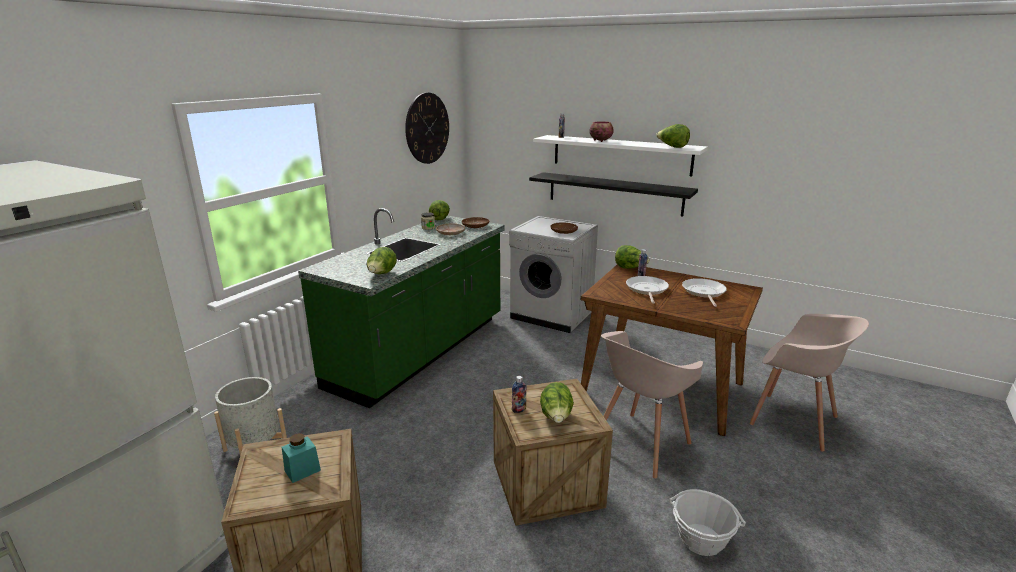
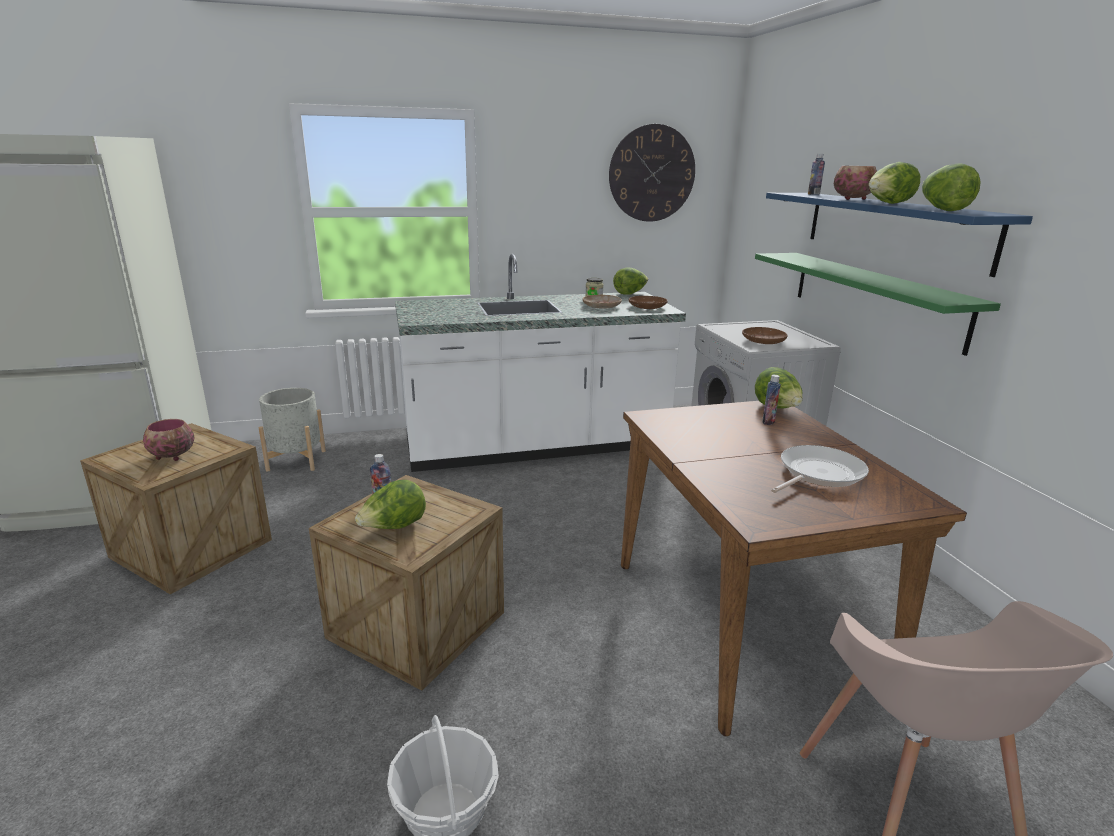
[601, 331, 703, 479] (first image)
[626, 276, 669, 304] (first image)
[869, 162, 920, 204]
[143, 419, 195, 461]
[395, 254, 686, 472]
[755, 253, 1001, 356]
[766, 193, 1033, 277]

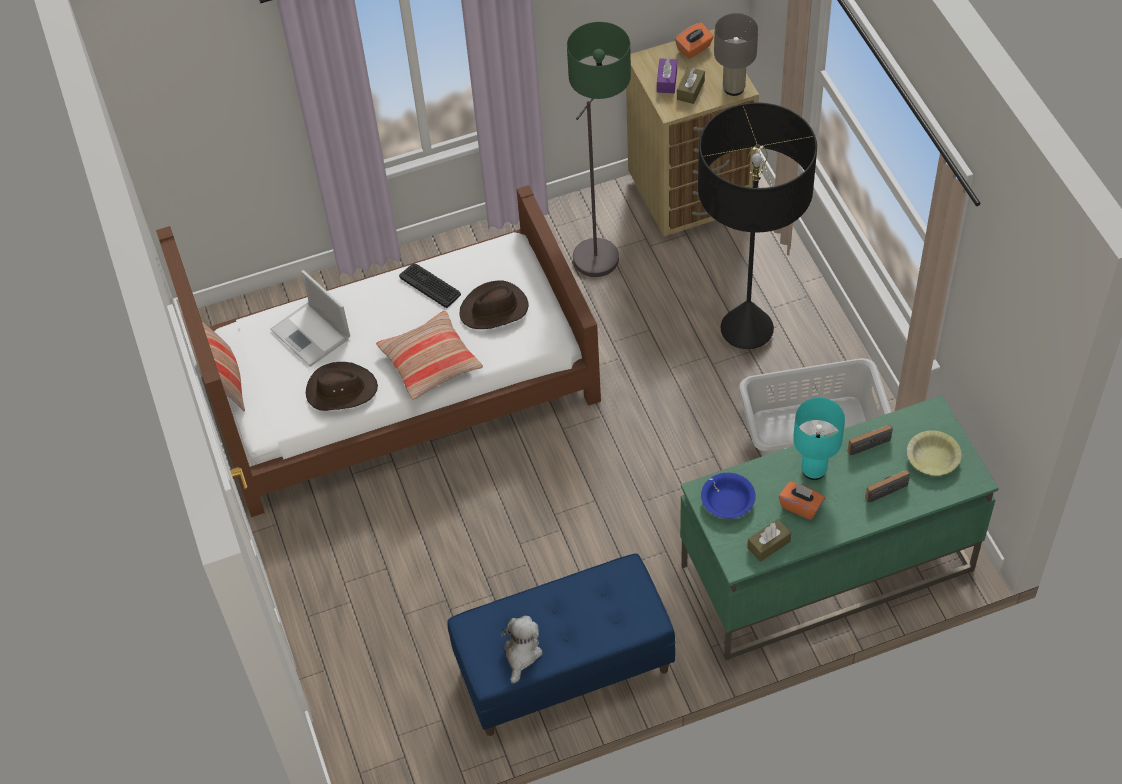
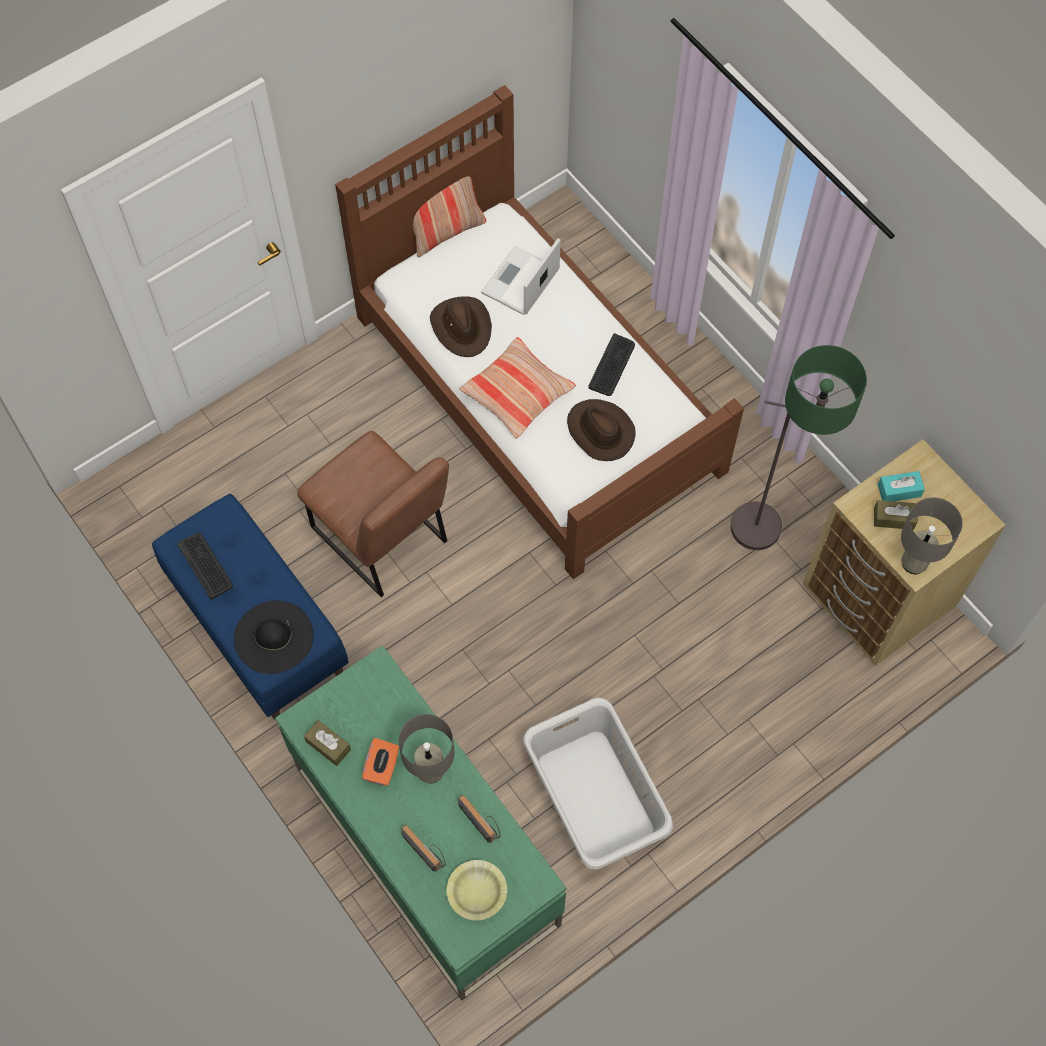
[675, 22, 714, 59] (first image)
[698, 103, 817, 349] (first image)
[701, 473, 756, 519] (first image)
[234, 601, 313, 674]
[297, 431, 449, 597]
[177, 533, 233, 600]
[878, 471, 925, 501]
[399, 714, 454, 784]

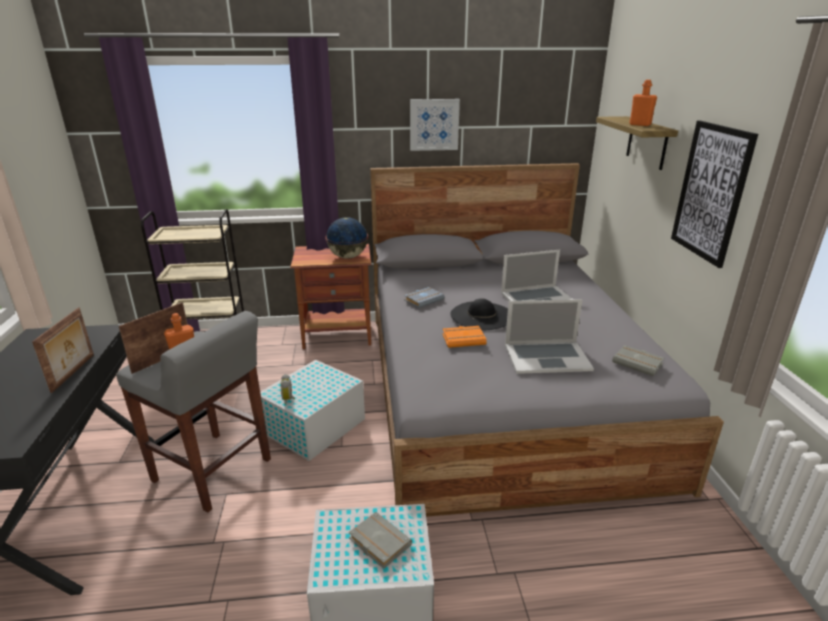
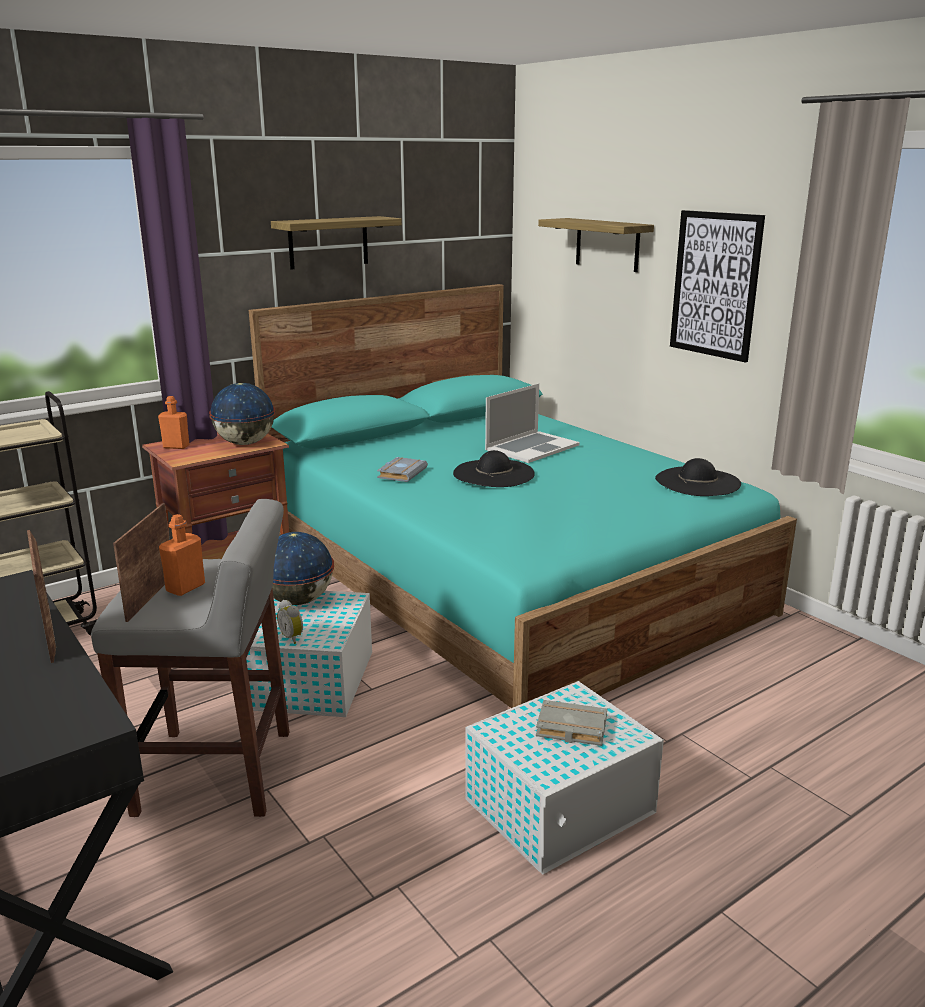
[442, 326, 487, 348] (first image)
[505, 299, 594, 374] (first image)
[272, 532, 334, 605]
[158, 396, 189, 449]
[271, 216, 402, 270]
[655, 458, 741, 496]
[249, 284, 797, 708]

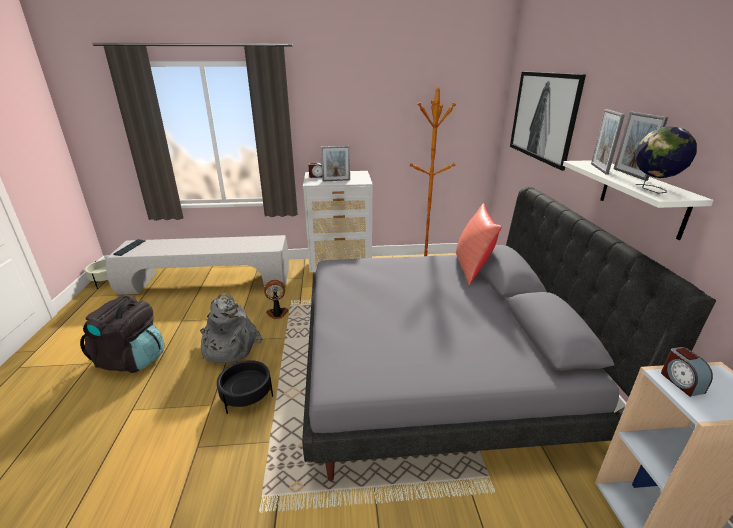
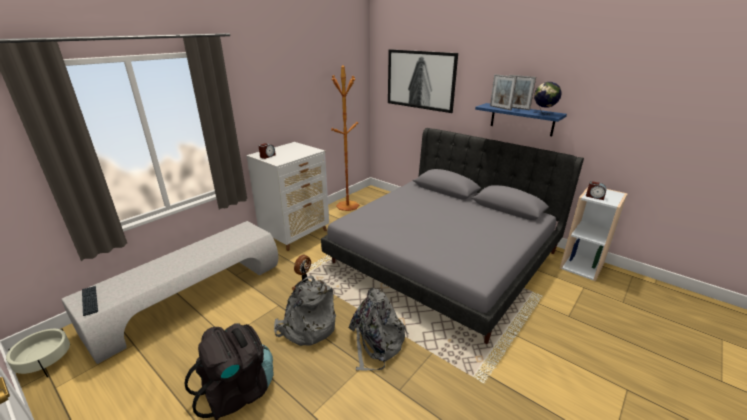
[321, 146, 350, 182] (first image)
[456, 203, 502, 285] (first image)
[349, 288, 409, 370]
[475, 103, 567, 136]

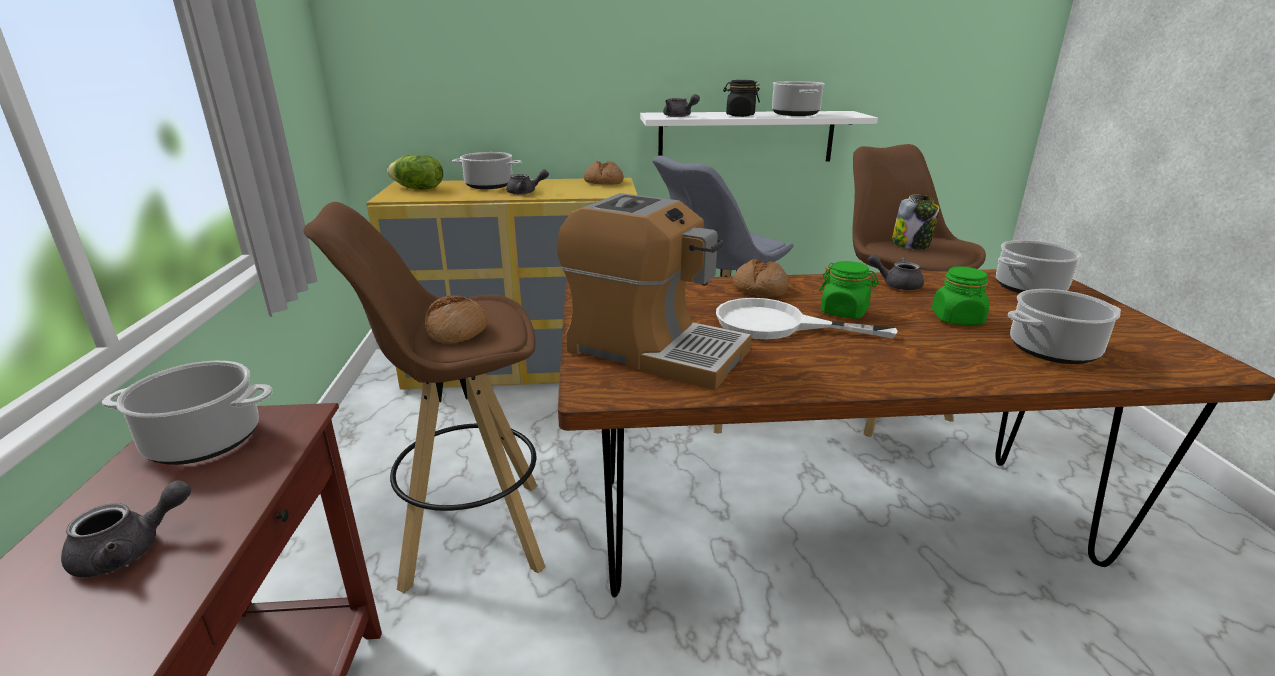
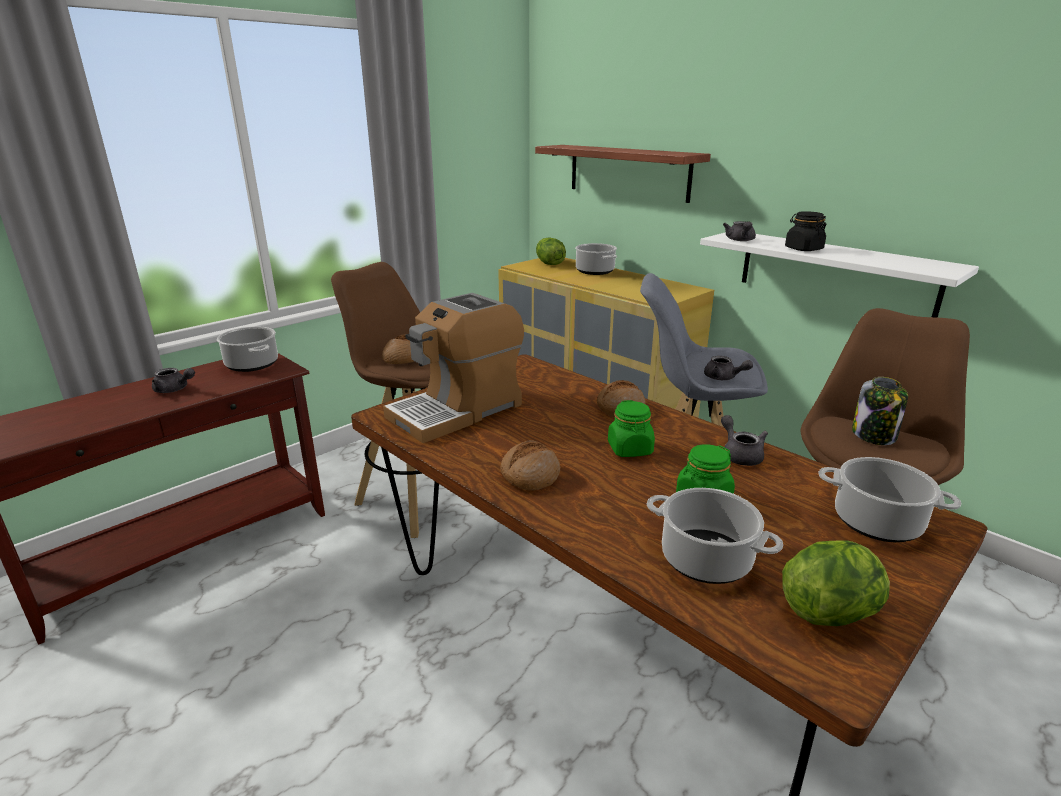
[716, 298, 897, 339] (first image)
[772, 81, 825, 116] (first image)
[535, 145, 711, 203]
[782, 540, 890, 626]
[704, 356, 753, 380]
[500, 441, 560, 490]
[383, 293, 524, 443]

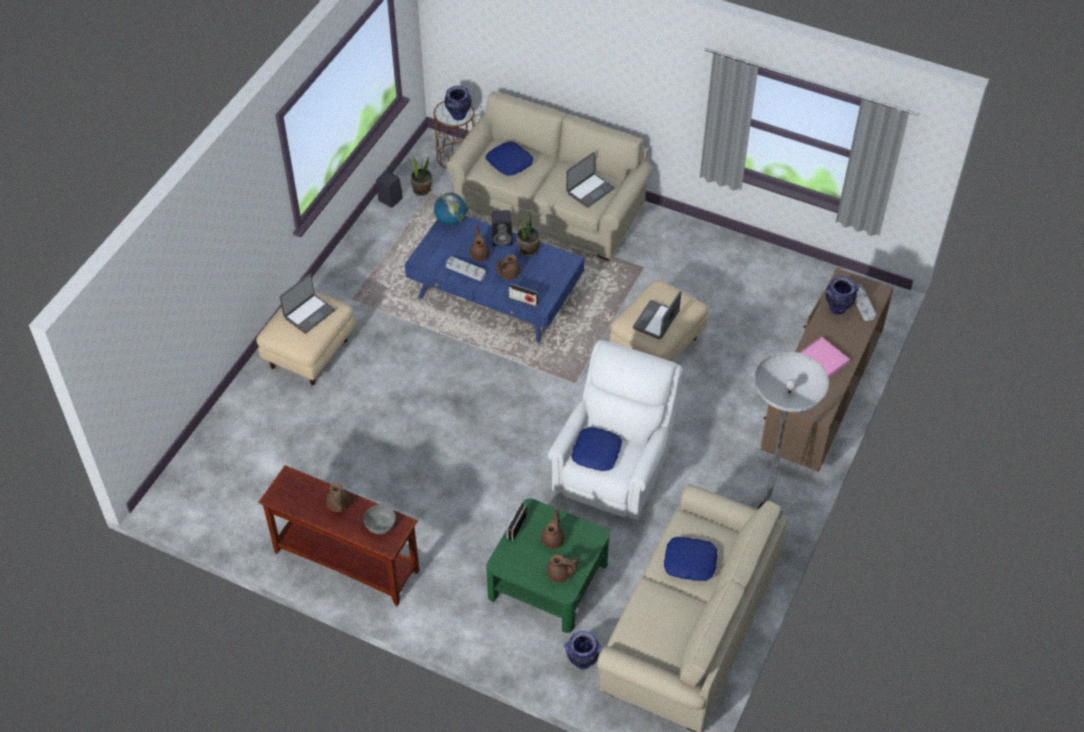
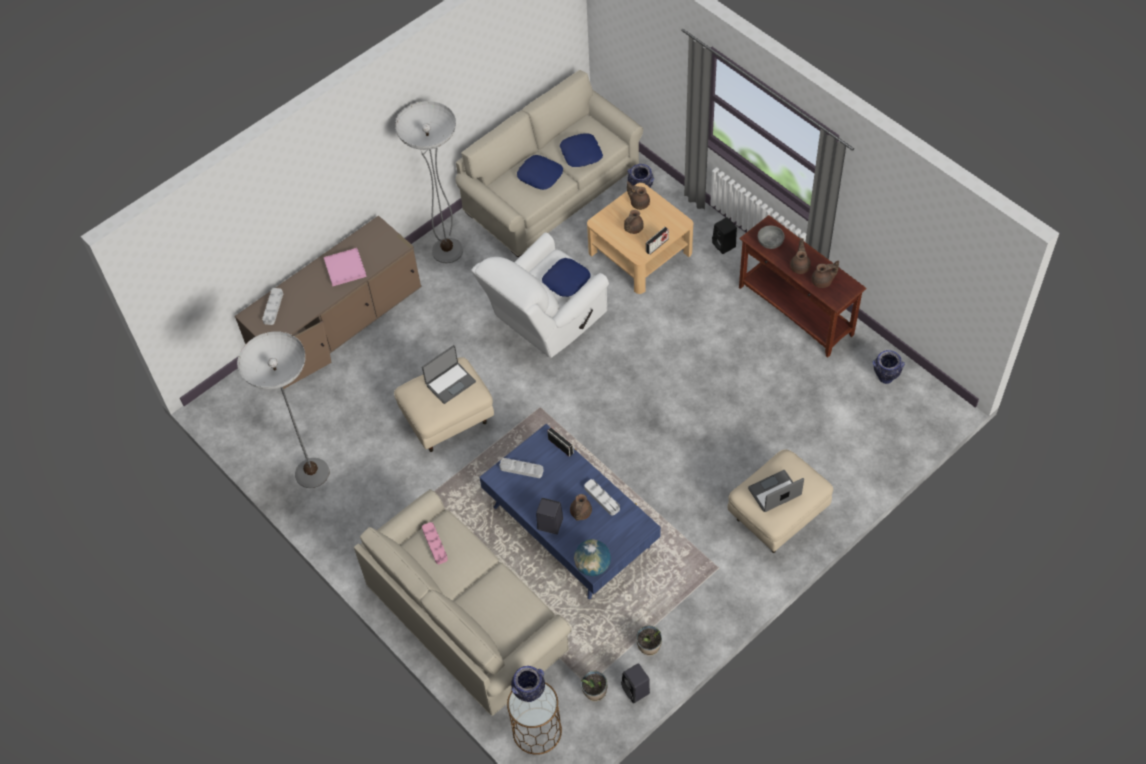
[237, 331, 329, 488]
[499, 458, 544, 478]
[712, 217, 737, 254]
[560, 134, 603, 167]
[812, 260, 839, 288]
[636, 625, 662, 656]
[873, 350, 905, 384]
[422, 522, 448, 564]
[587, 183, 693, 294]

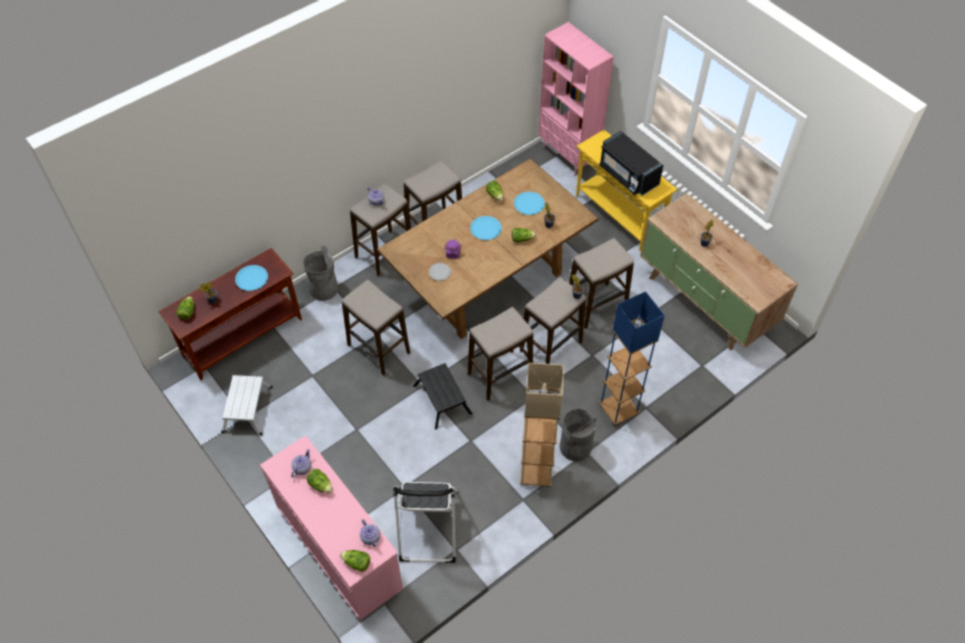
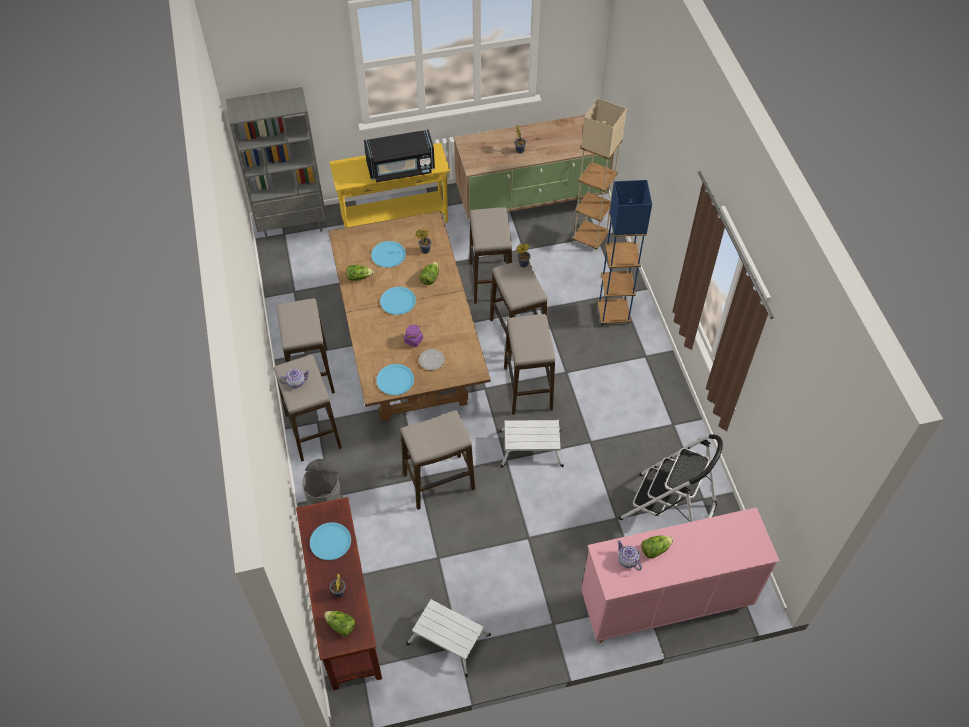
[340, 550, 370, 572] (first image)
[360, 519, 380, 546] (first image)
[559, 408, 597, 461] (first image)
[376, 364, 414, 395]
[572, 98, 627, 251]
[500, 420, 564, 468]
[226, 87, 327, 241]

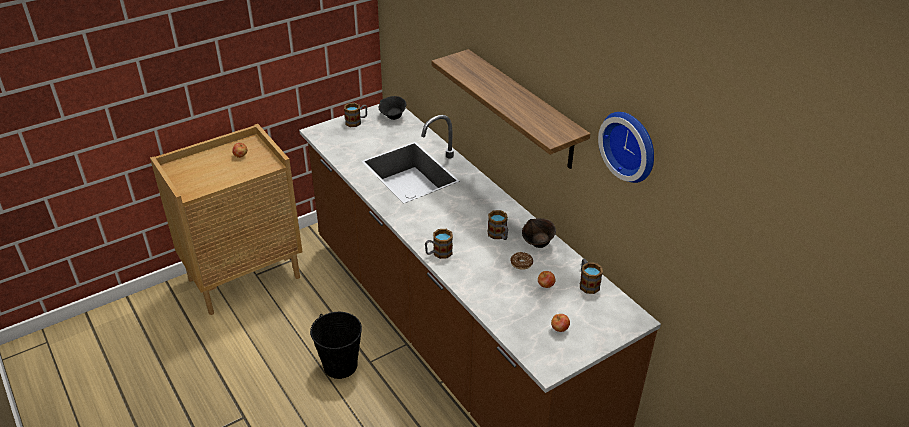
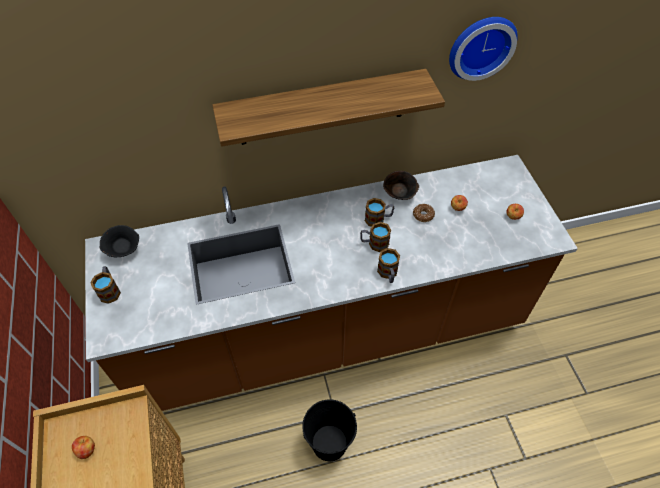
[360, 222, 391, 252]

